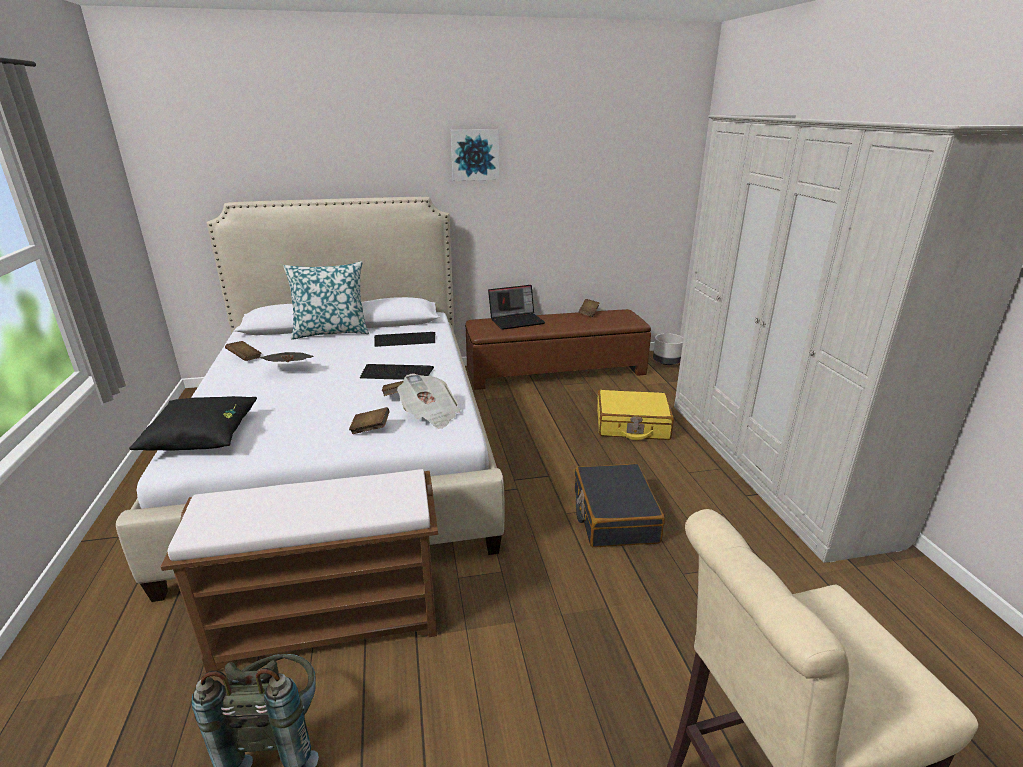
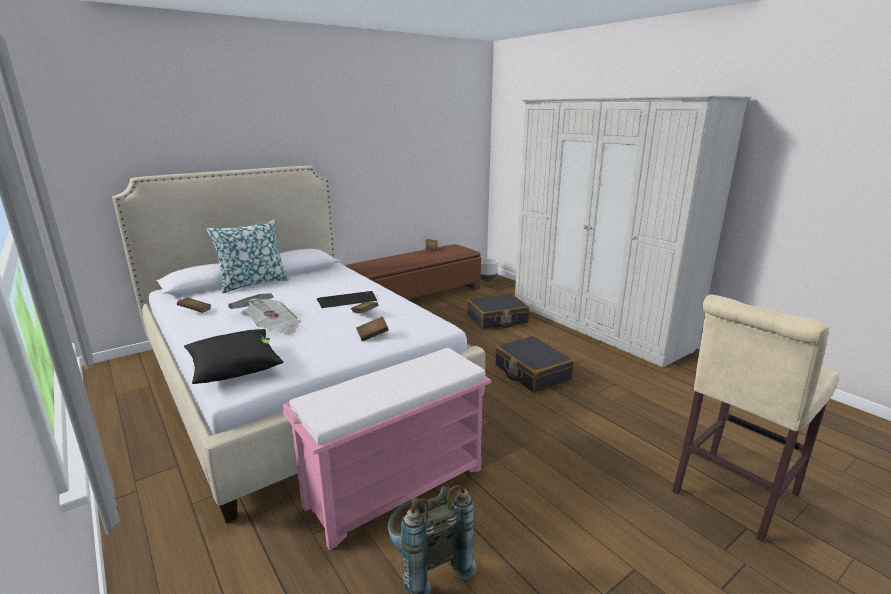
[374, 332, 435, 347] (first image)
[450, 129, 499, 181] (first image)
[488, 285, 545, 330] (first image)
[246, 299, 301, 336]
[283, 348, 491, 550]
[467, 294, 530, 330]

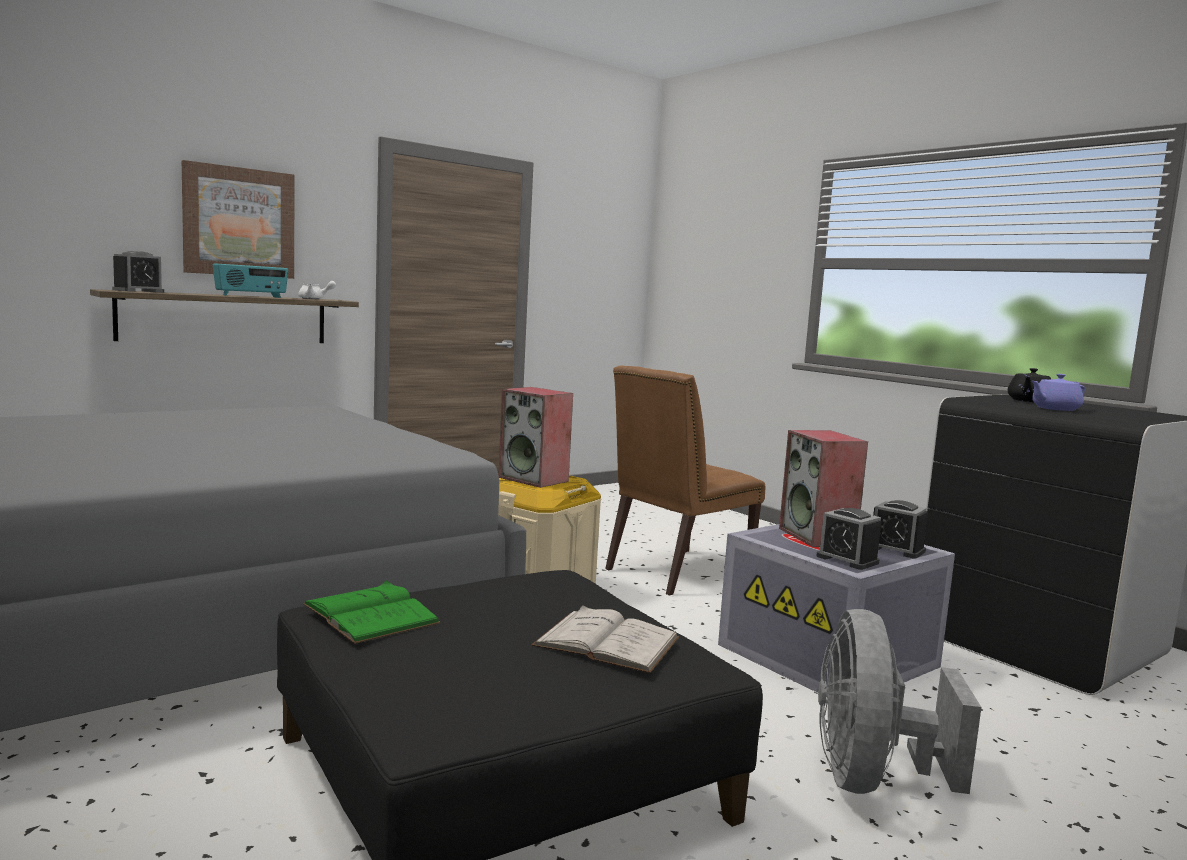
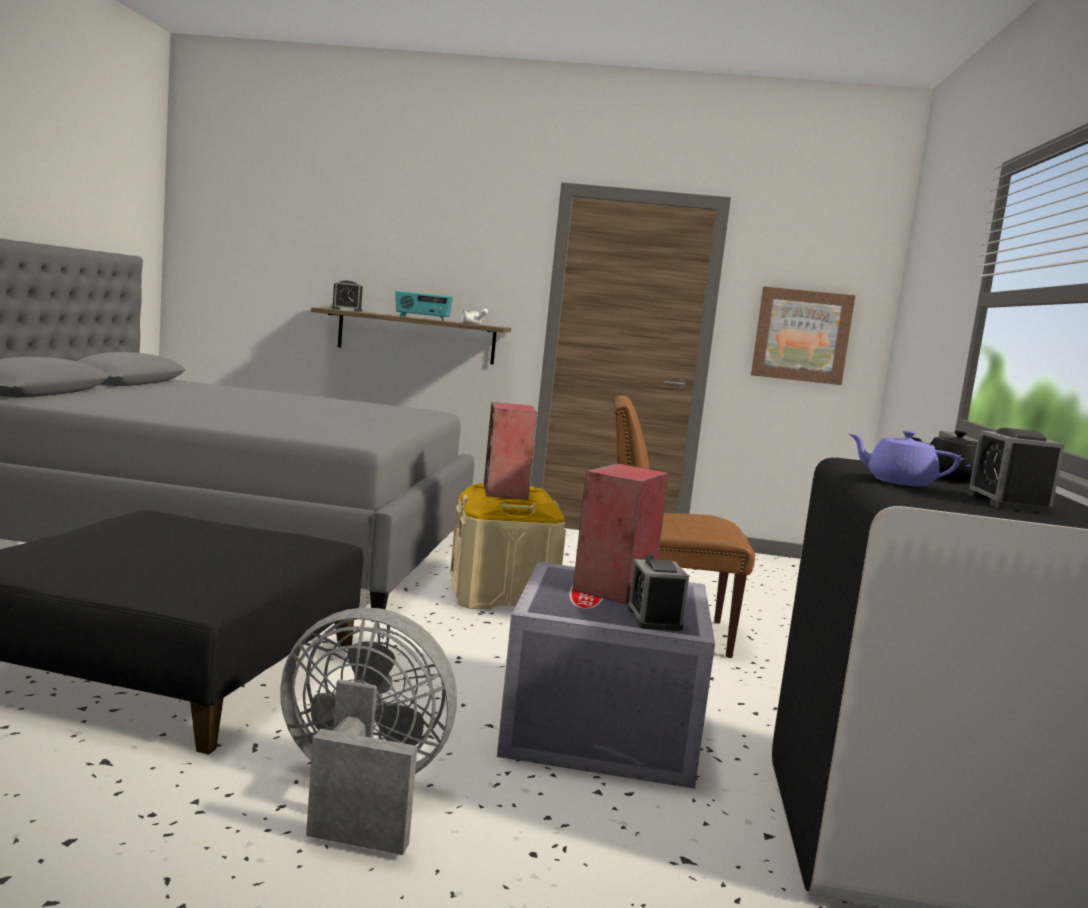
[303, 580, 440, 644] (first image)
[531, 605, 679, 673] (first image)
[751, 286, 855, 385]
[967, 428, 1065, 514]
[280, 607, 457, 855]

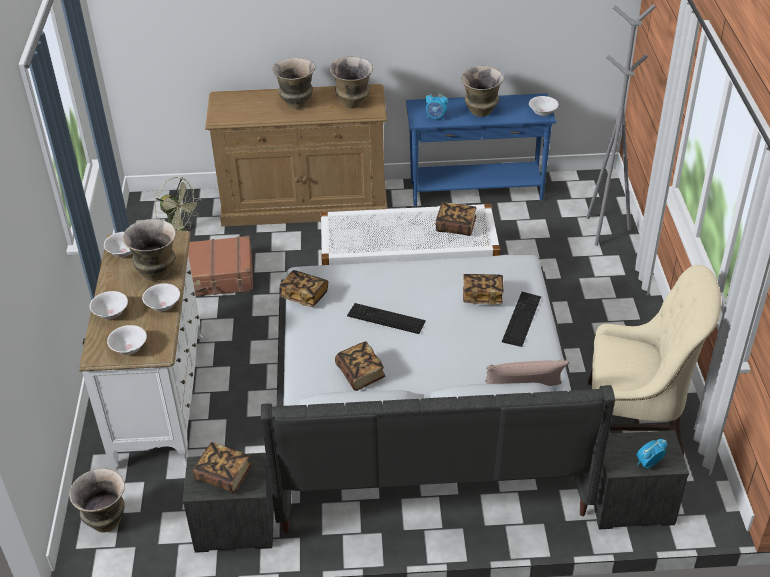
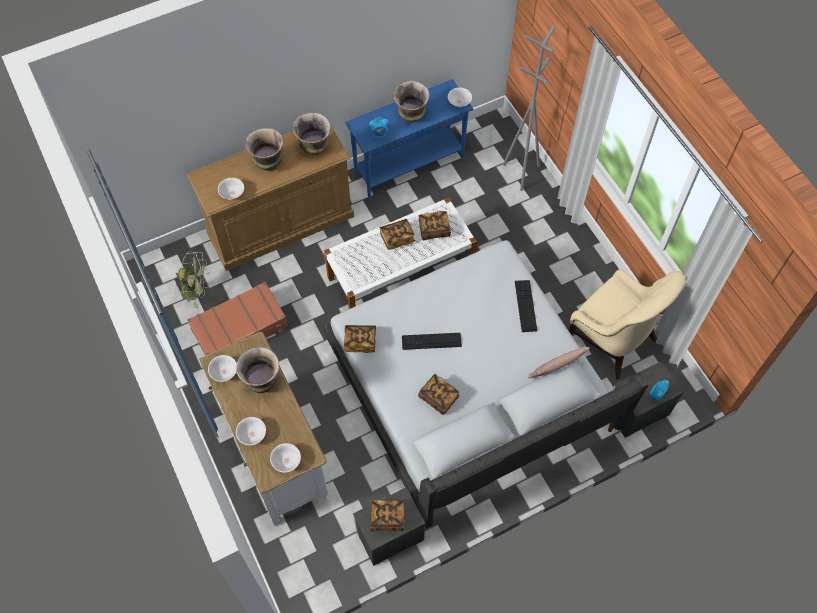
[69, 468, 125, 533] (first image)
[218, 178, 244, 199]
[380, 219, 415, 250]
[568, 269, 686, 380]

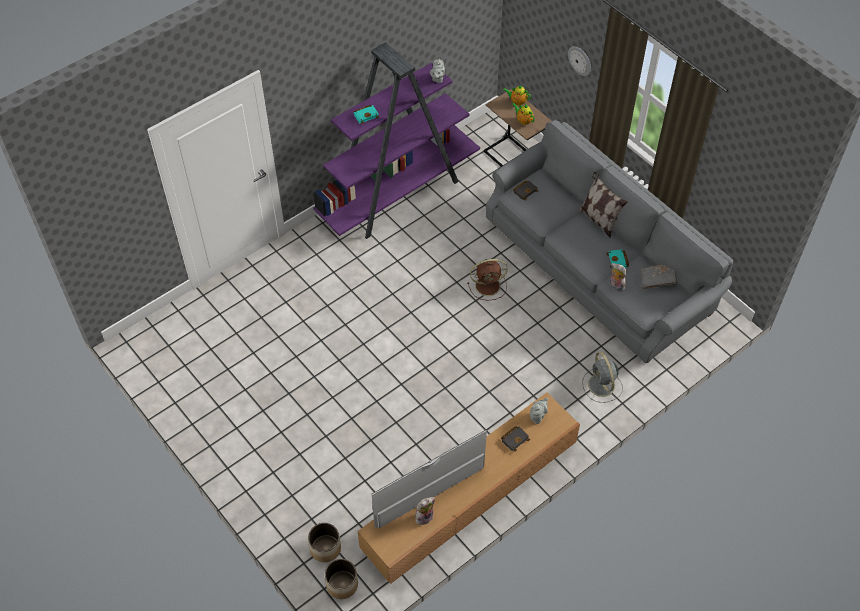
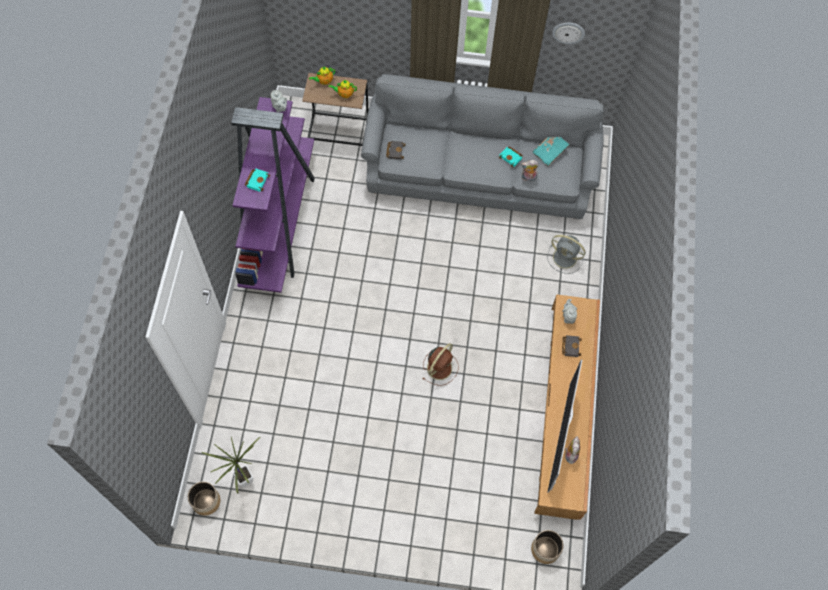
[579, 172, 628, 238] (first image)
[201, 436, 261, 493]
[188, 482, 220, 516]
[422, 343, 459, 386]
[552, 23, 585, 44]
[533, 137, 570, 167]

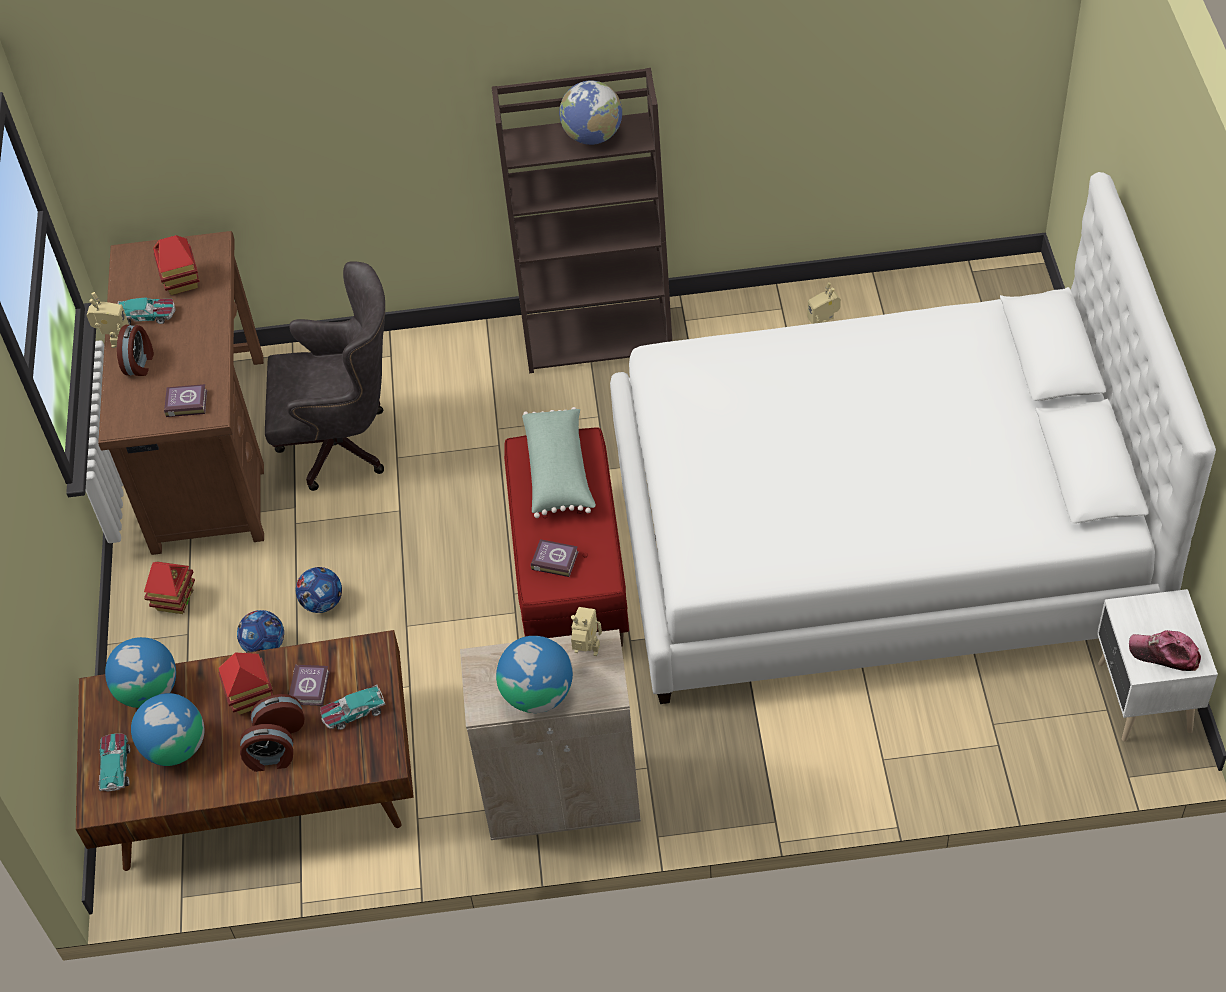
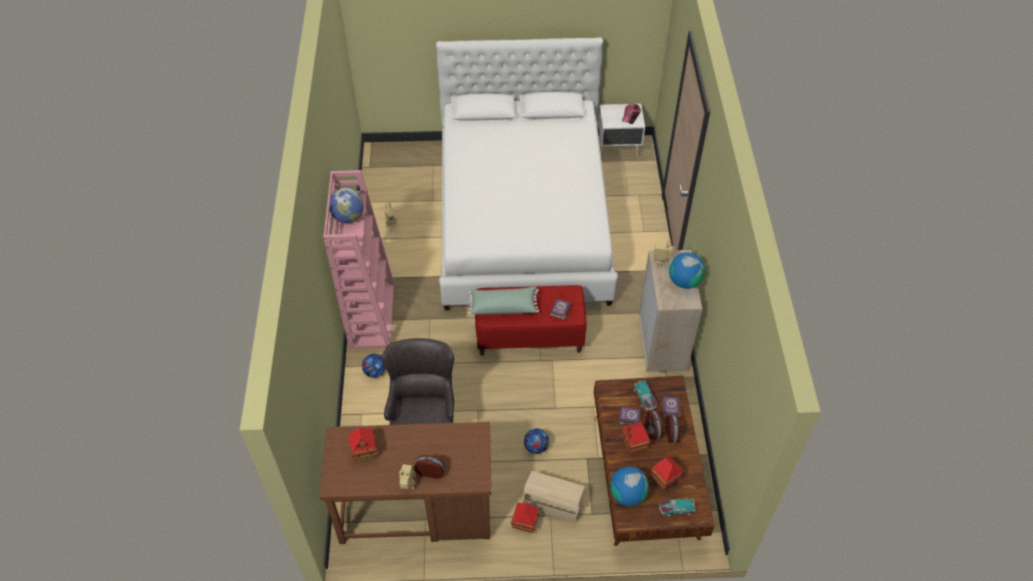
[118, 298, 175, 325] (first image)
[523, 471, 585, 523]
[662, 396, 681, 417]
[362, 354, 386, 378]
[650, 456, 683, 490]
[323, 170, 395, 349]

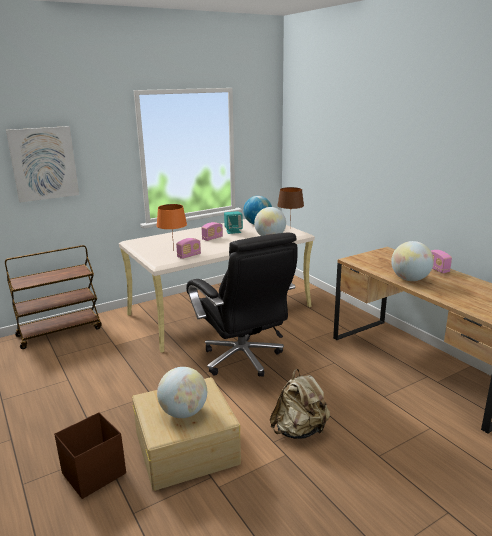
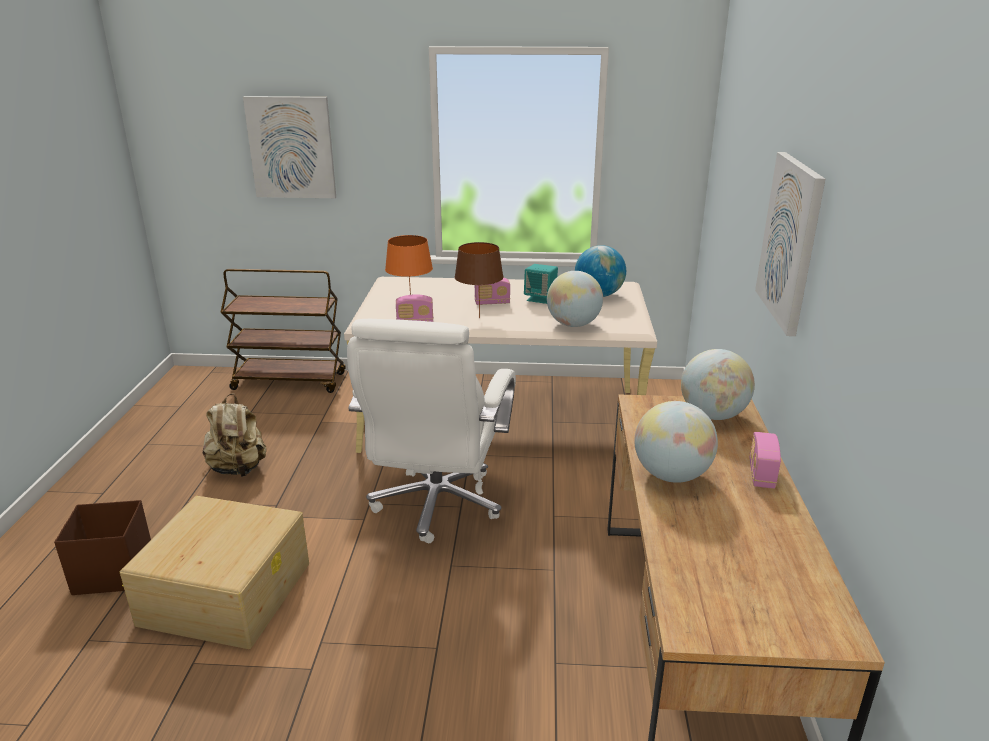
[755, 152, 825, 336]
[681, 349, 755, 420]
[203, 393, 266, 477]
[455, 242, 504, 318]
[347, 319, 516, 544]

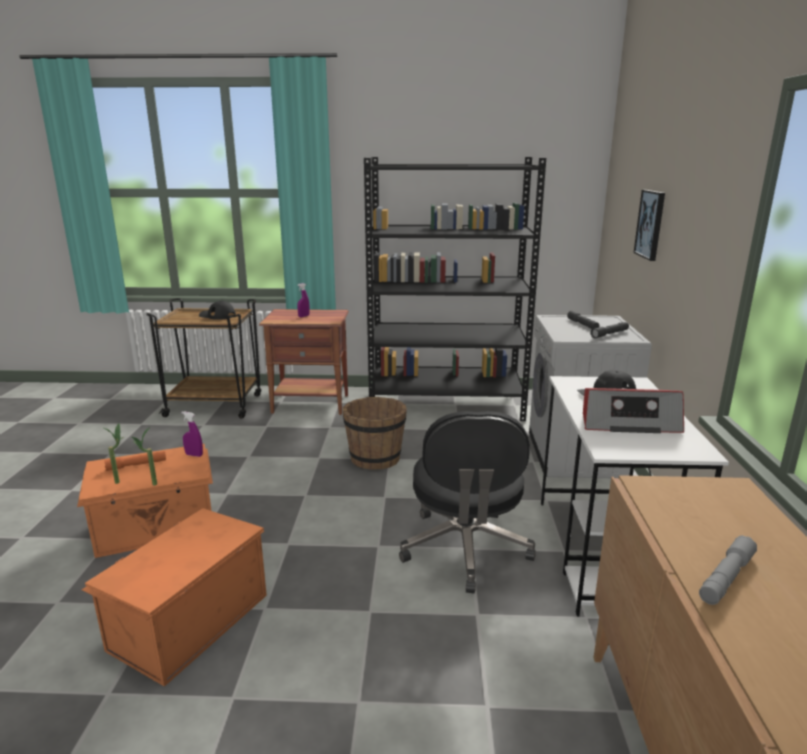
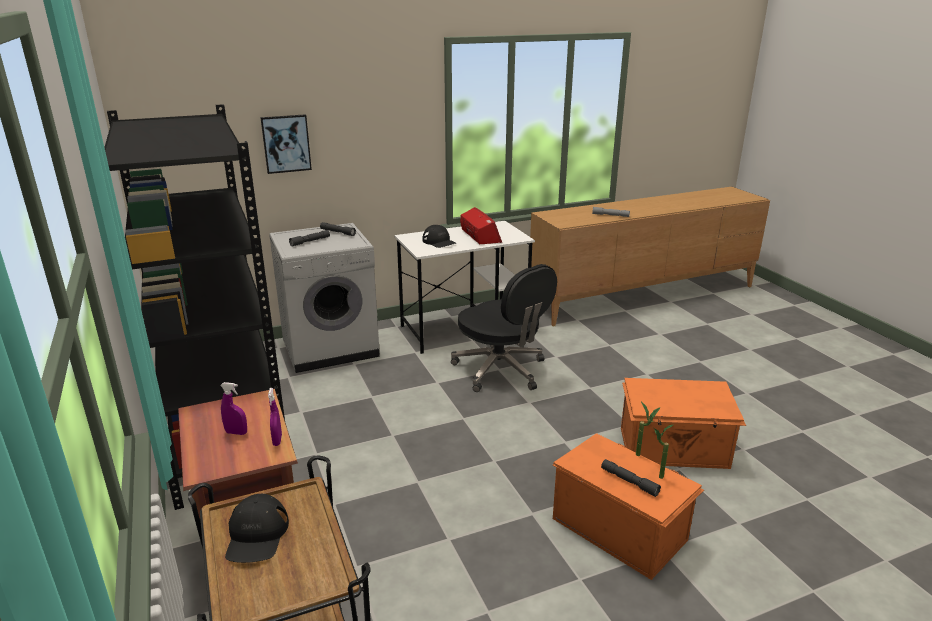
[343, 397, 407, 470] (first image)
[268, 388, 282, 446]
[601, 459, 661, 497]
[451, 264, 557, 392]

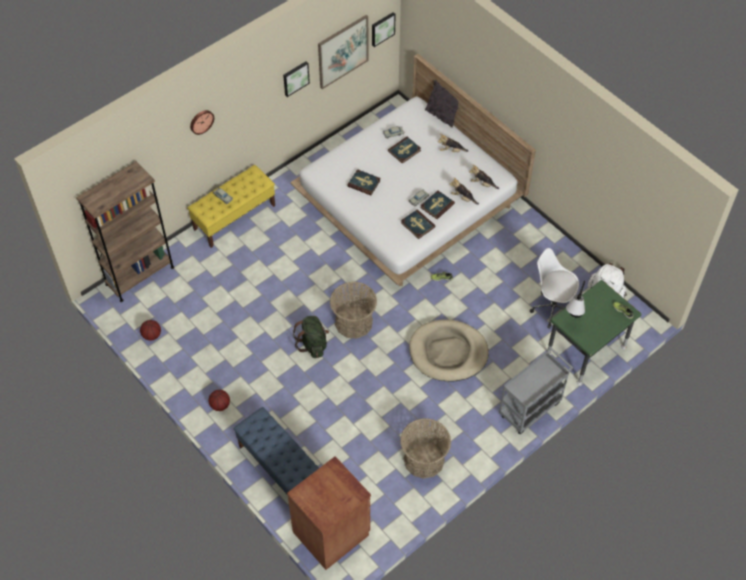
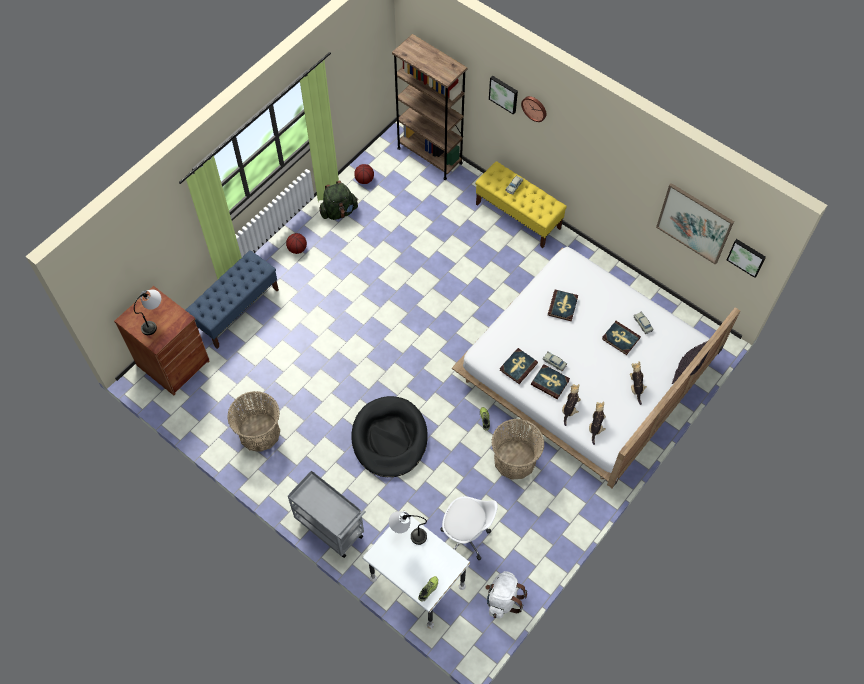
[134, 289, 161, 335]
[489, 76, 518, 115]
[319, 180, 358, 220]
[492, 419, 545, 480]
[351, 396, 428, 477]
[363, 511, 470, 629]
[440, 496, 498, 560]

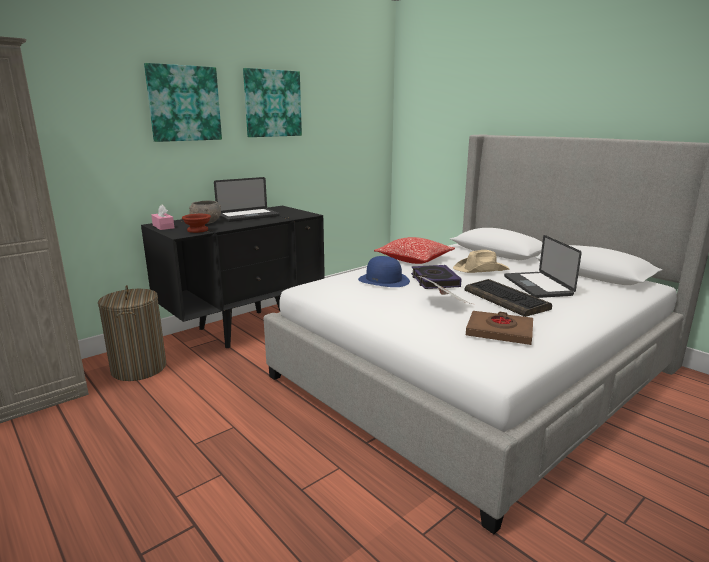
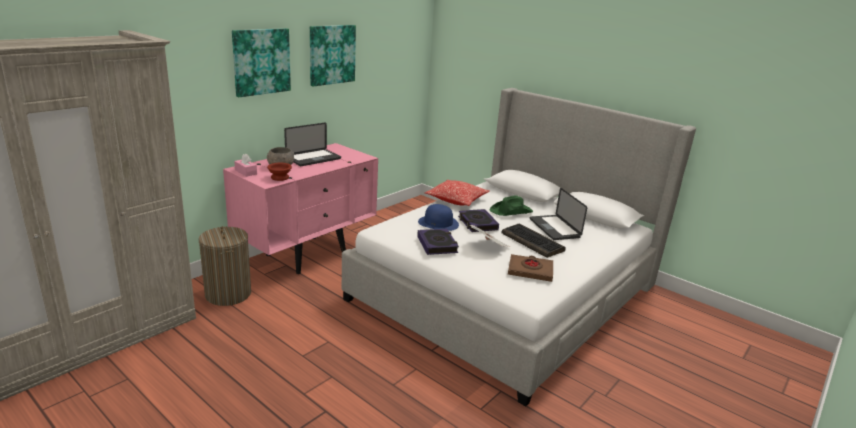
[417, 229, 459, 255]
[223, 143, 378, 274]
[489, 195, 533, 216]

